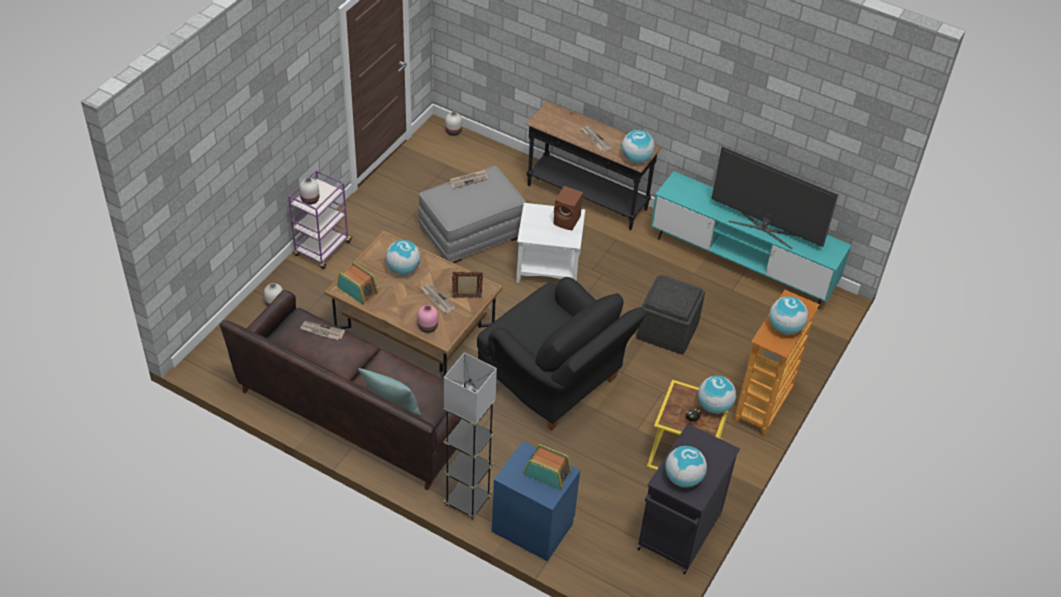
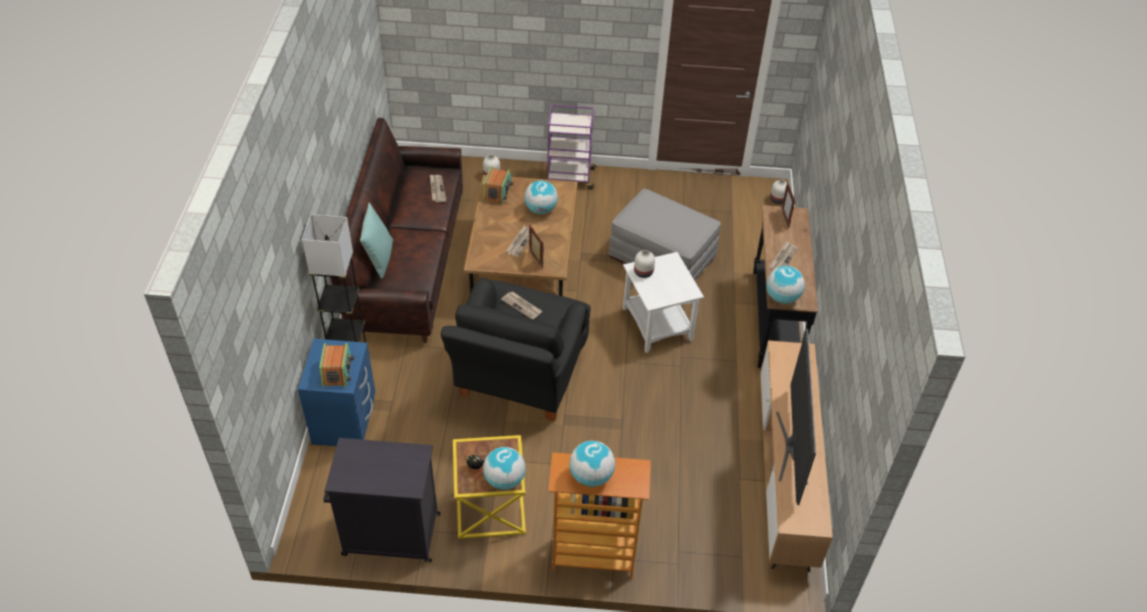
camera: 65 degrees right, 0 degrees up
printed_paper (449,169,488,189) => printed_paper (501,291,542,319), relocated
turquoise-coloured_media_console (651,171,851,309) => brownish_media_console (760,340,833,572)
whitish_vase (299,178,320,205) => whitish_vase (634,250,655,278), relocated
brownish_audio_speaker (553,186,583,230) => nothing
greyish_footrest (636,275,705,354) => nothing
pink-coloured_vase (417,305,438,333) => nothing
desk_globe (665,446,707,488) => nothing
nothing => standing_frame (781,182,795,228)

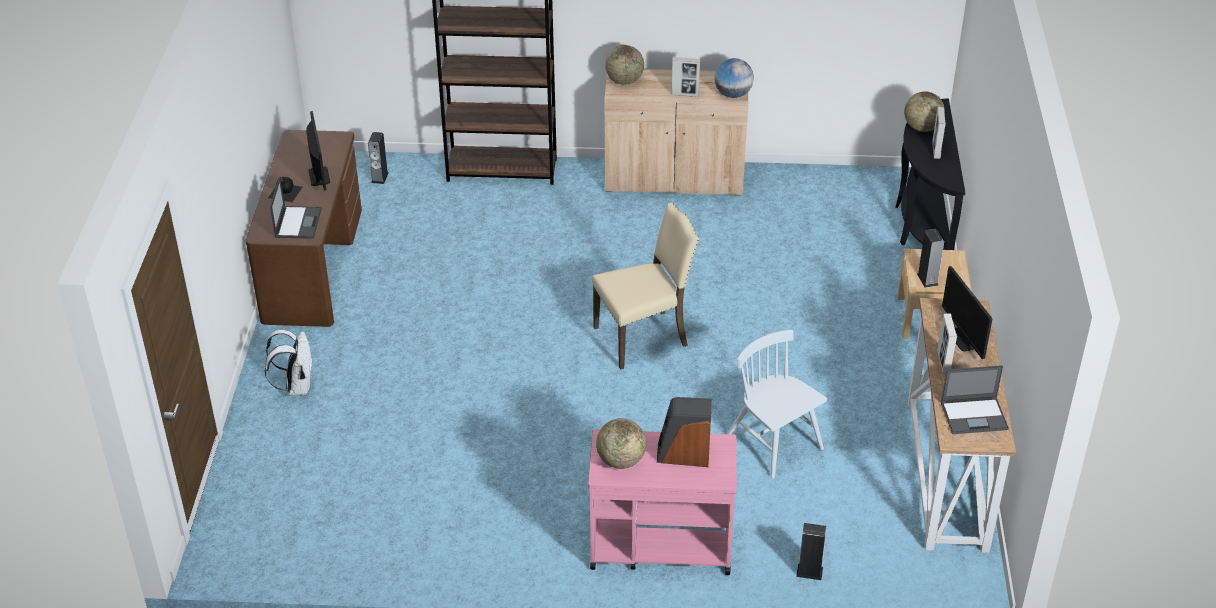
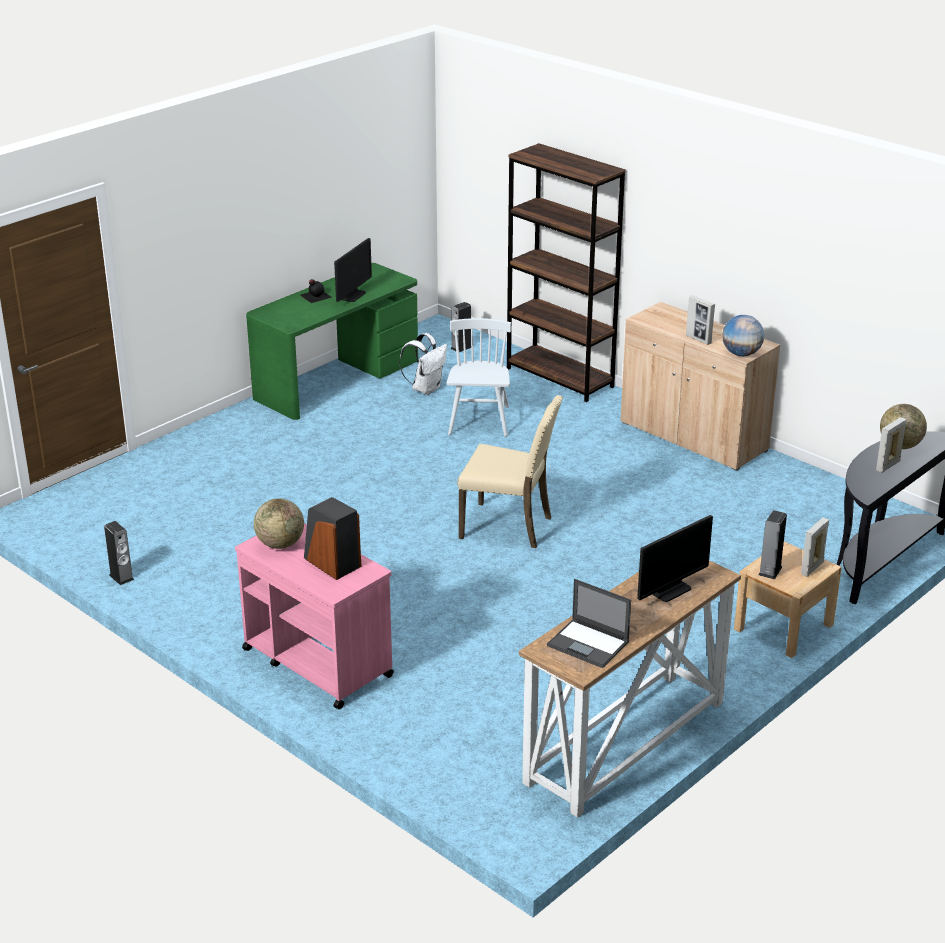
camera: 40 degrees right, 10 degrees down
desk_globe (605,45,644,85) => nothing
brownish_desk_table (245,130,362,327) => green_desk_table (246,263,418,420)
portable_computer (270,176,322,239) => nothing
computer_display (942,266,992,359) => computer_display (637,515,713,602), 150 degrees counterclockwise
standing_frame (937,314,957,374) => standing_frame (801,518,829,577), relocated
whitish_rucksack (265,330,314,396) => whitish_rucksack (399,333,447,395), relocated
whitish_upright_chair (727,330,827,479) => whitish_upright_chair (447,318,511,437), relocated
audio_speaker (796,523,826,580) => audio_speaker (104,521,134,585), relocated

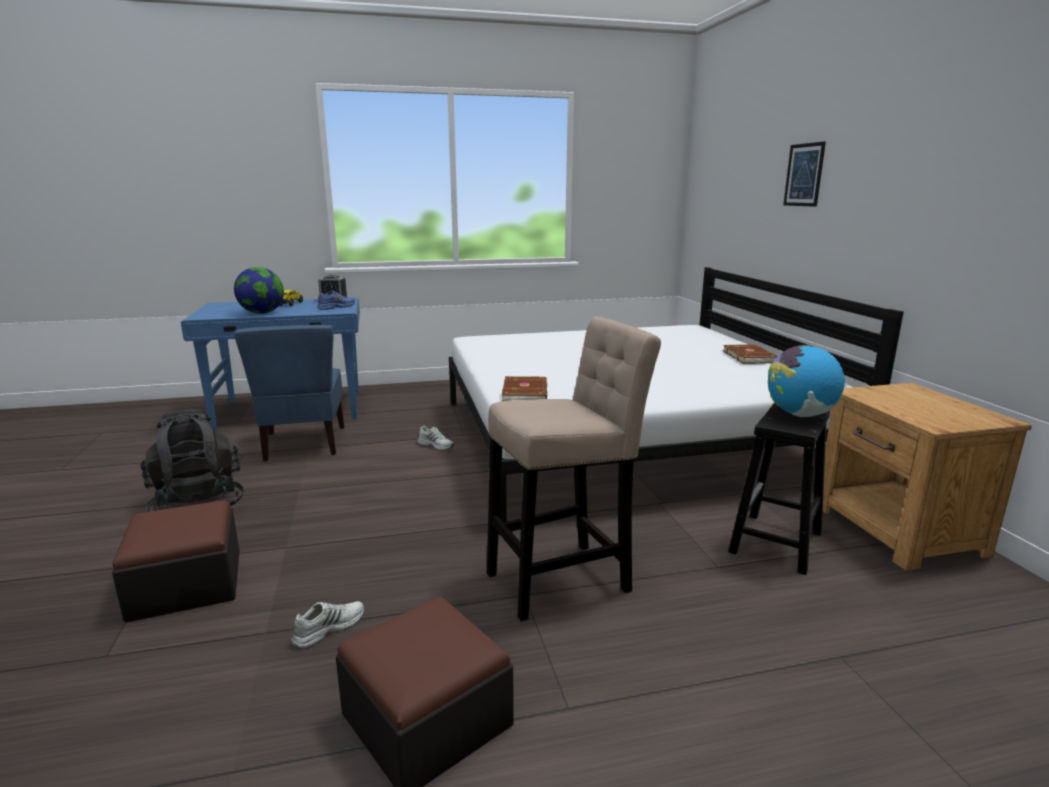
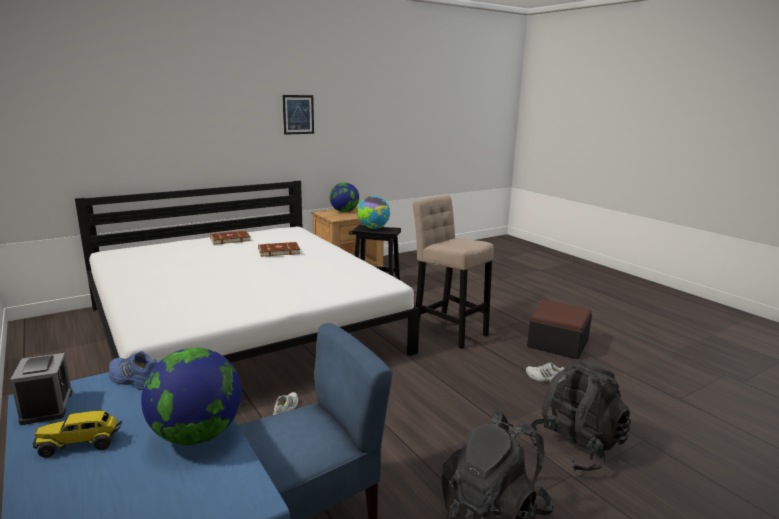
camera: 110 degrees left, 0 degrees up
wall_picture (783,141,826,207) => wall_picture (282,95,314,135), relocated
brownish_book (502,376,547,401) => brownish_book (258,242,300,257), relocated
footrest (112,500,240,623) => black-coloured_rucksack (529,360,631,471)
nothing => desk_globe (330,182,359,212)

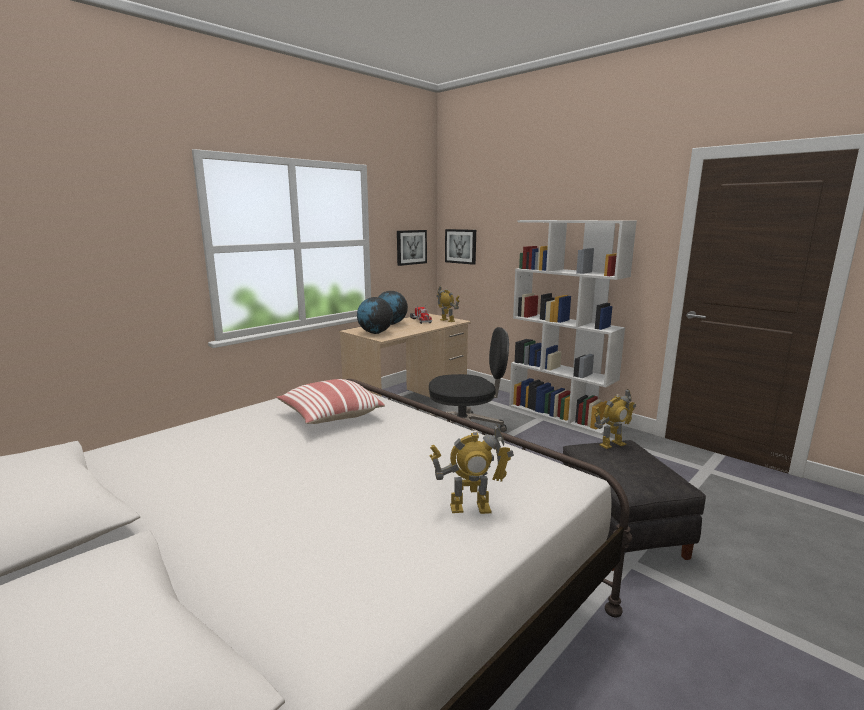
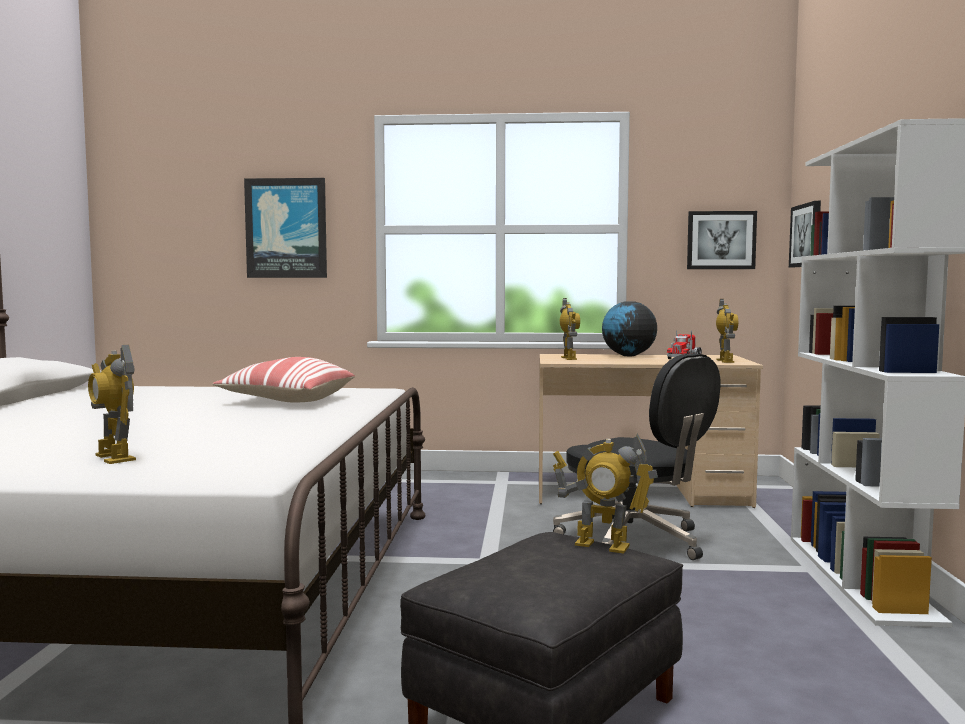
camera: 50 degrees right, 10 degrees down
desk_globe (357,297,393,334) => toy_robot (560,298,580,360)
nothing => wall_picture (244,178,327,278)

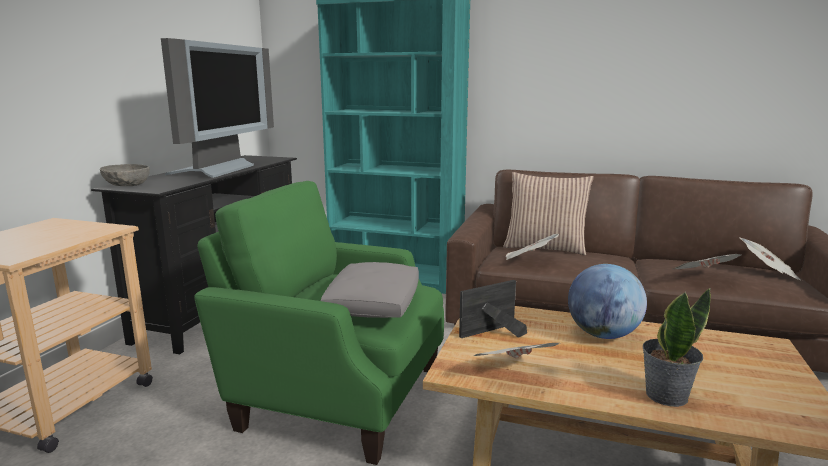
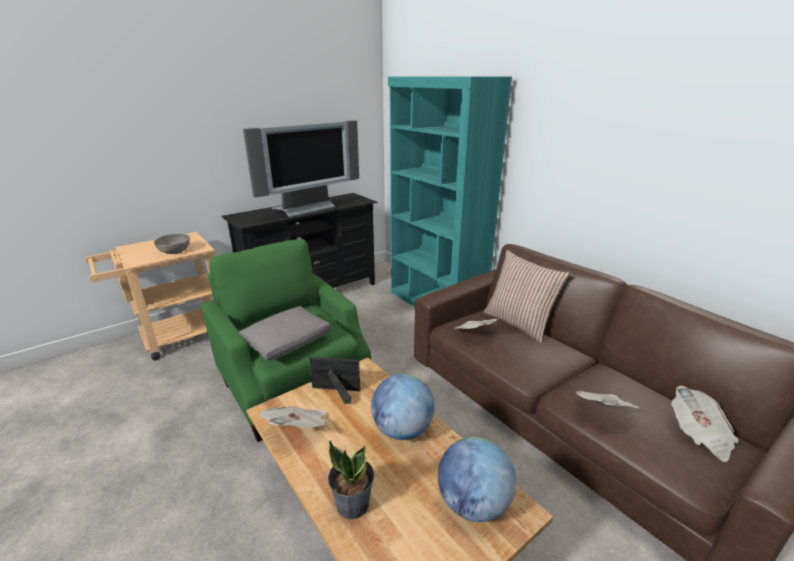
camera: 35 degrees right, 10 degrees up
greyish_bowl (100,164,150,186) => greyish_bowl (154,234,190,254), relocated
nothing => desk_globe (438,437,516,522)

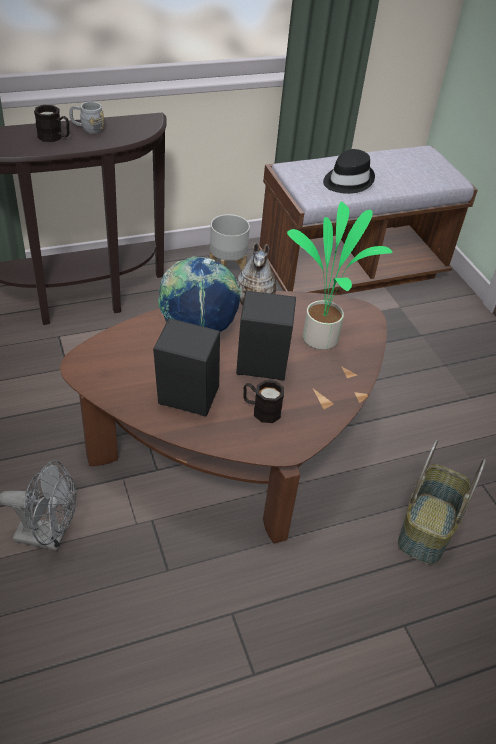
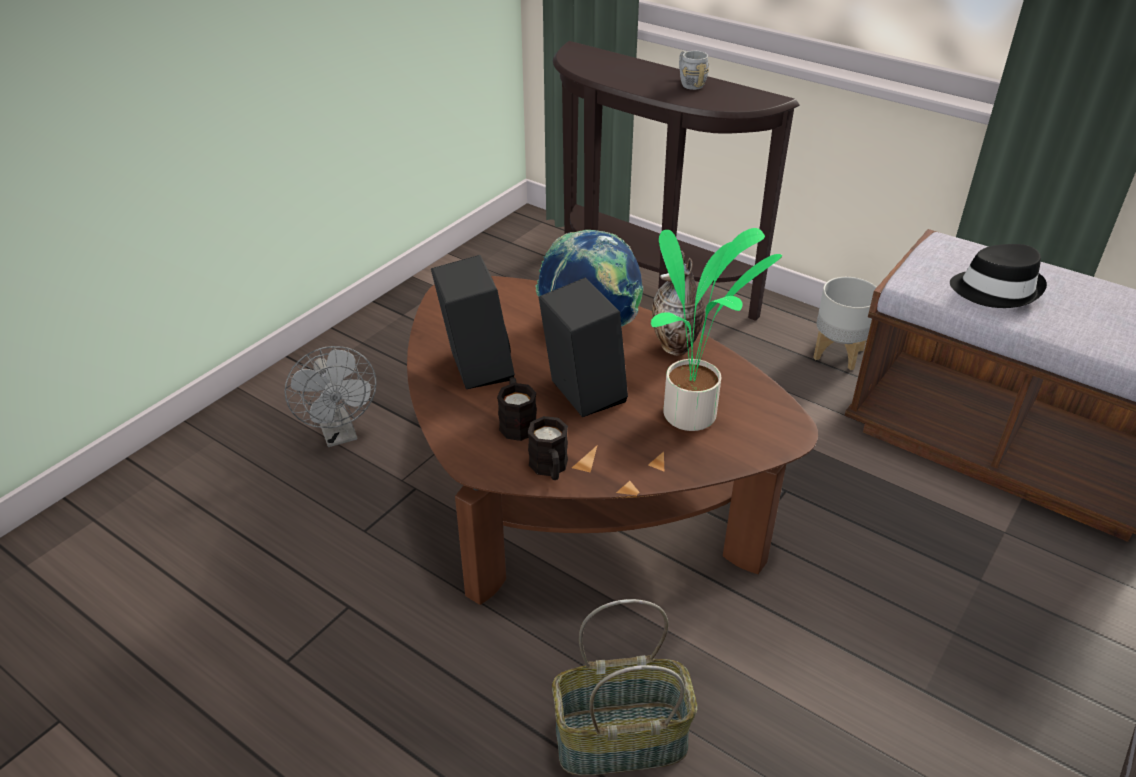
camera: 60 degrees right, 5 degrees down
black-coloured_tea_mug (34,105,69,142) => black-coloured_tea_mug (528,416,568,480), relocated

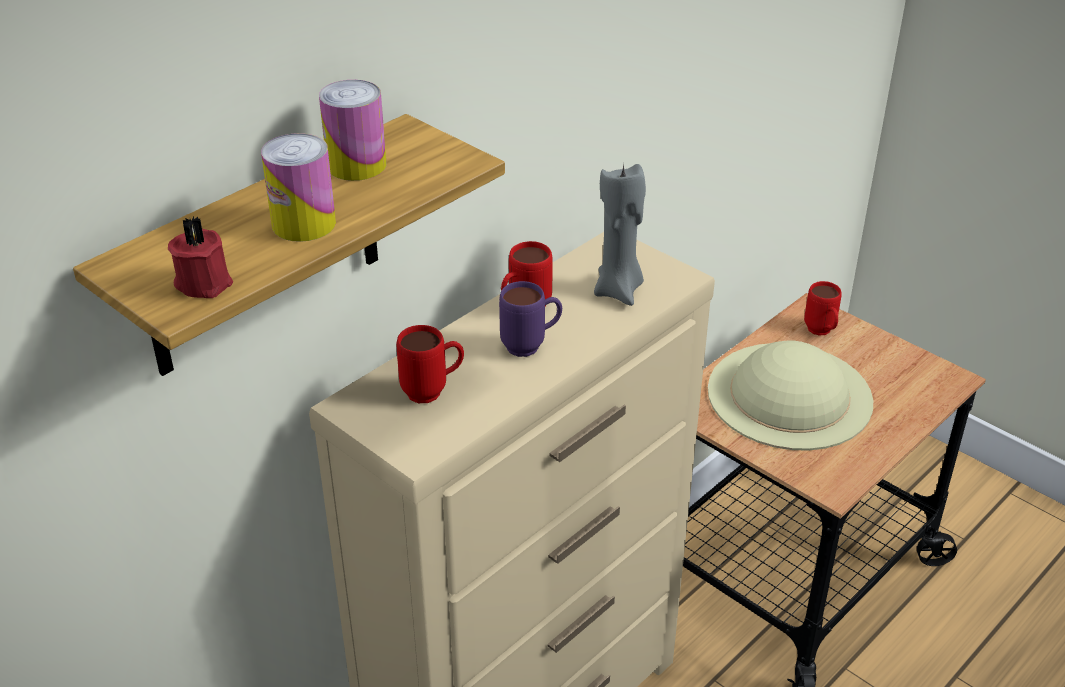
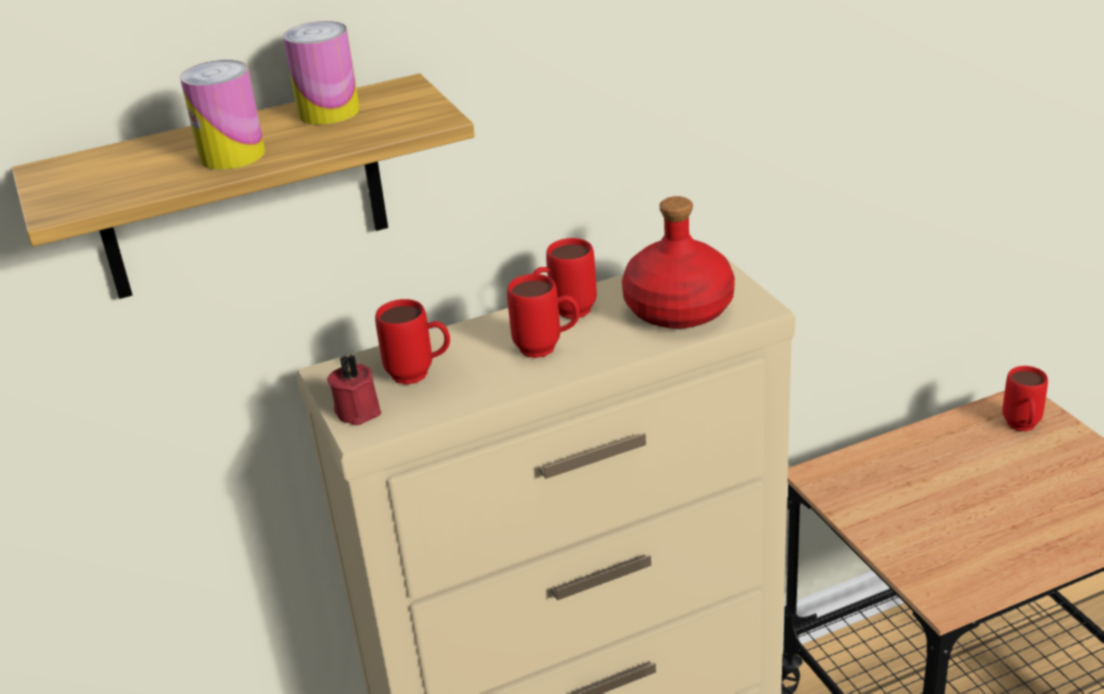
camera: 25 degrees right, 5 degrees down
greyish_candle (594,163,646,306) => red_drink_bottle (622,196,735,329)
red_candle (168,217,233,298) => red_candle (327,354,381,425), relocated
purplish_tea_mug (499,281,562,357) => red_tea_mug (507,274,580,358)
sand-coloured_clothing_hat (708,341,873,451) => nothing

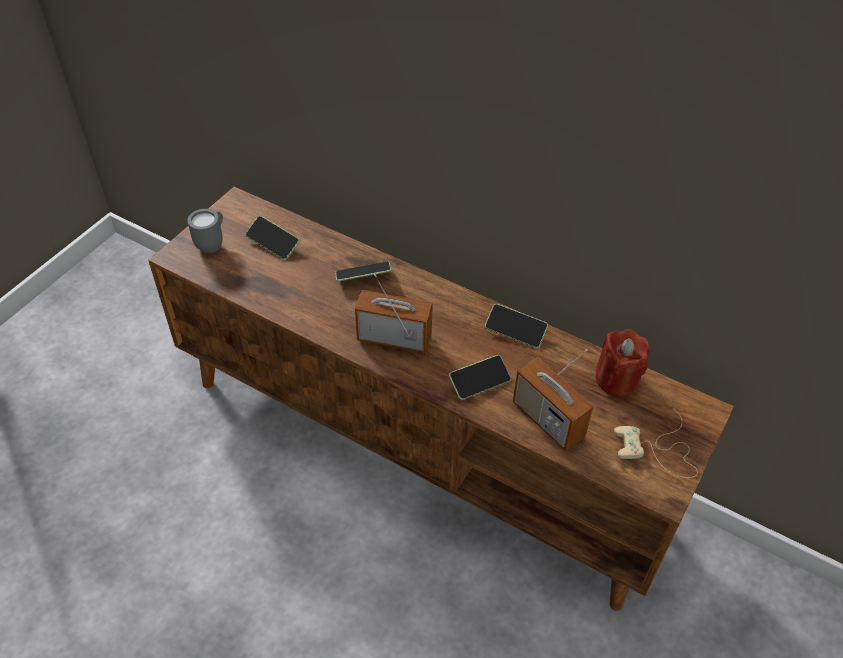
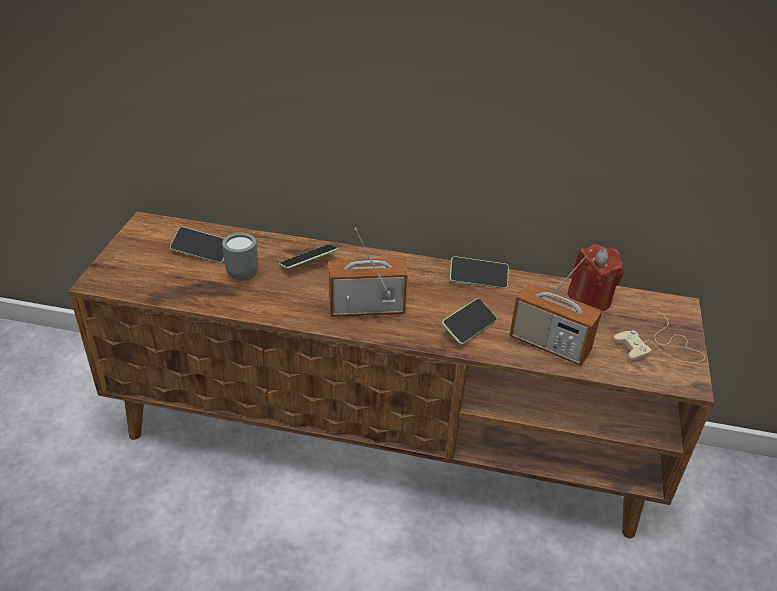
camera: 20 degrees left, 10 degrees down
greyish_tea_mug (187,209,223,253) => greyish_tea_mug (222,233,258,281), relocated

